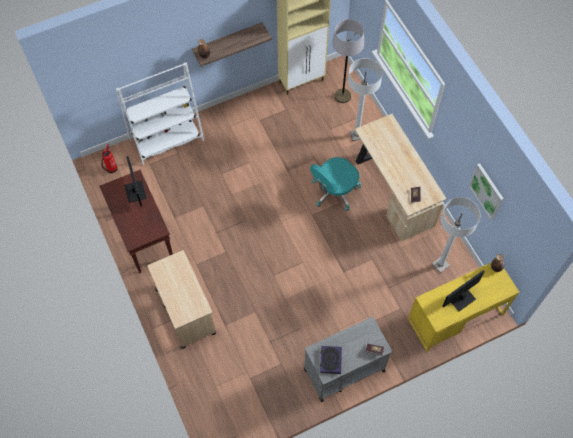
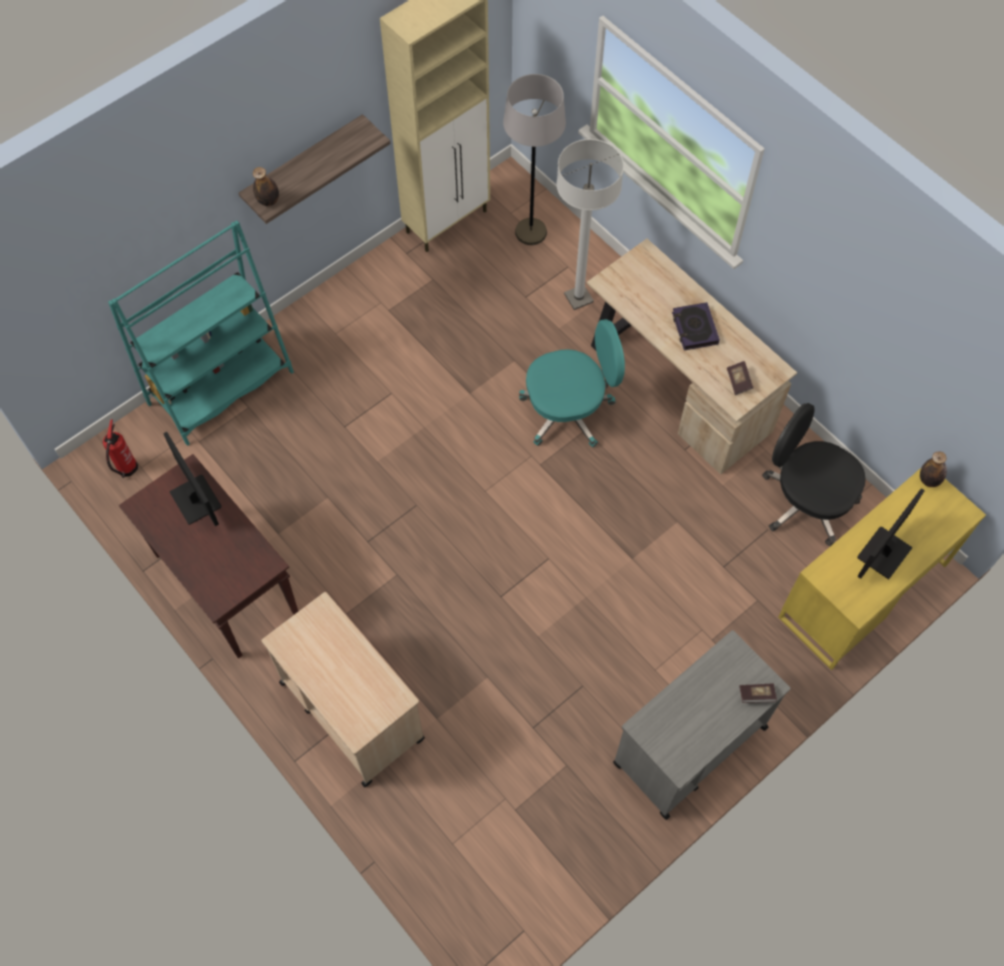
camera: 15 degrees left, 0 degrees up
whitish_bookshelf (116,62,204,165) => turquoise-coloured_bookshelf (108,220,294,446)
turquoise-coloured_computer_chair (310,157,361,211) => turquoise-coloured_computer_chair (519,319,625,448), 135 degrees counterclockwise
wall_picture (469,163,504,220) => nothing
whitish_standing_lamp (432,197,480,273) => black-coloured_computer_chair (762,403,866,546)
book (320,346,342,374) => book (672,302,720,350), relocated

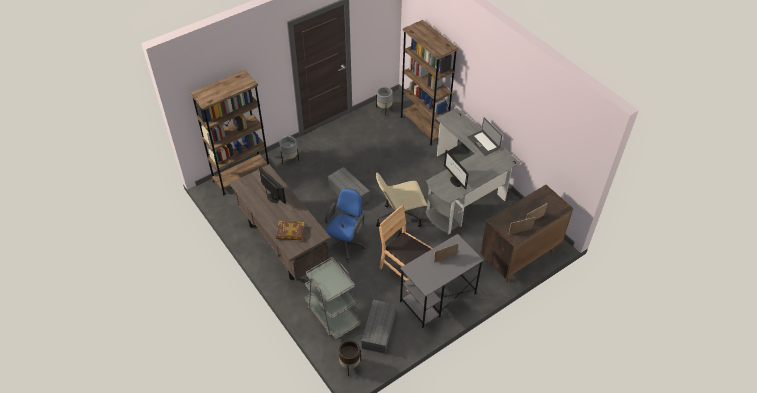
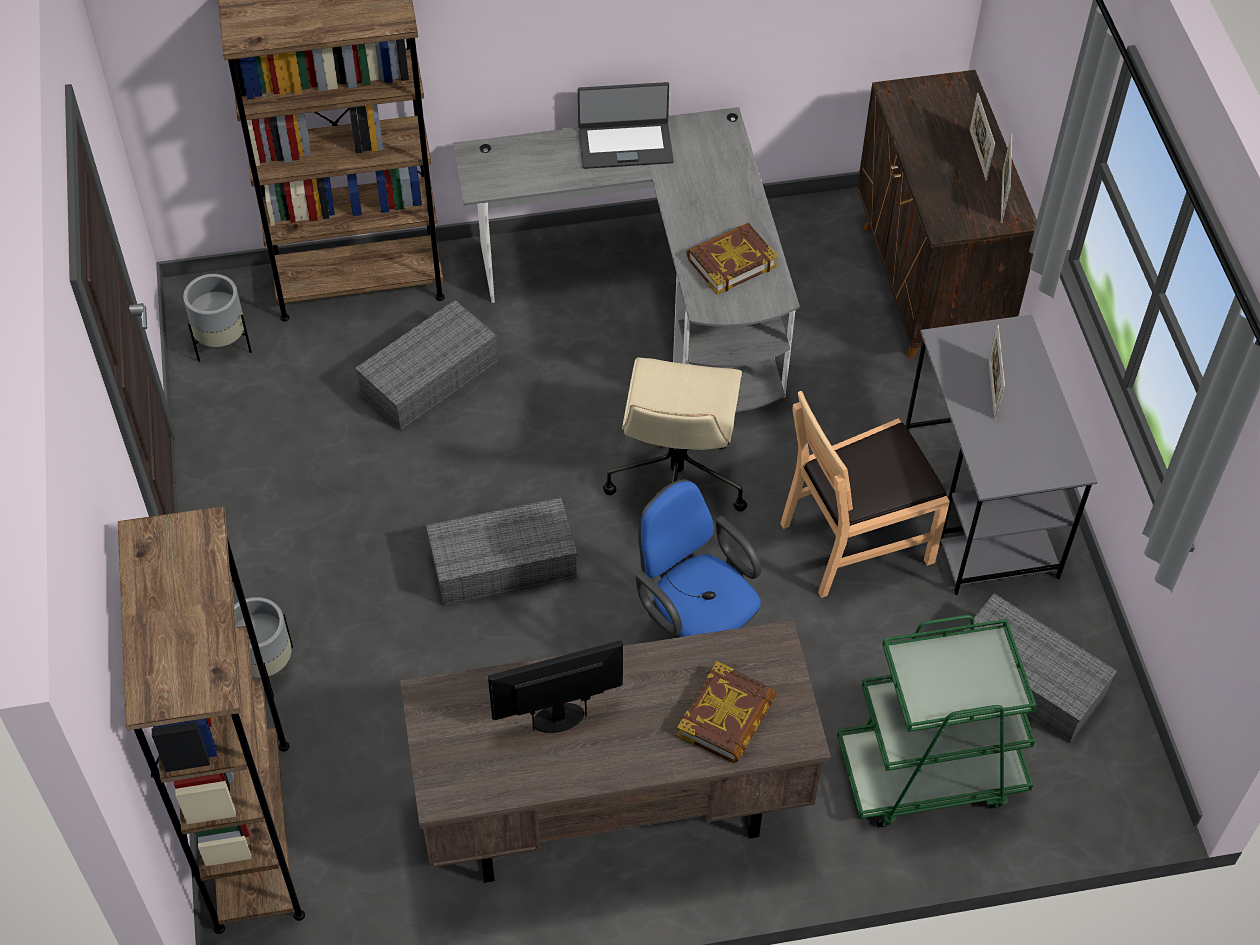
camera: 65 degrees left, 5 degrees up
computer_display (444,150,469,189) => book (686,223,778,295)
greyish_cart (305,257,361,340) => green_cart (837,615,1036,827)
brownish_planter (339,340,361,376) => nothing
nothing => greyish_storage_box (355,300,498,431)

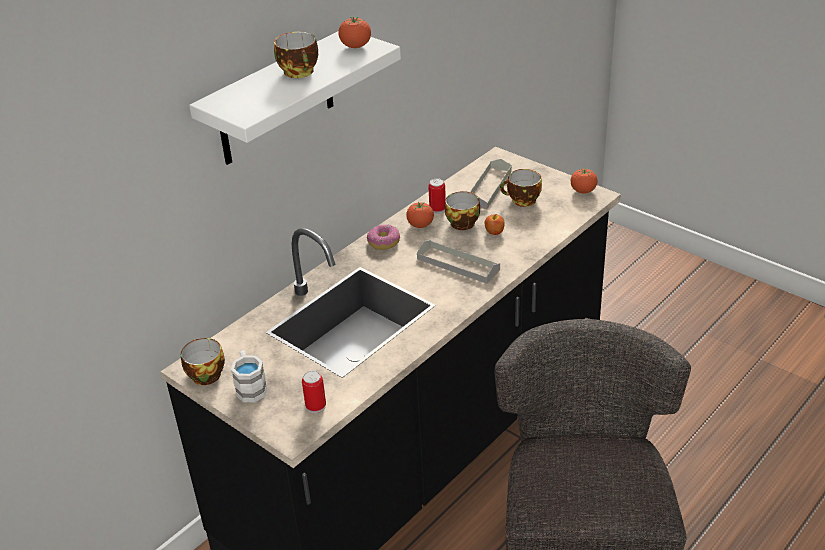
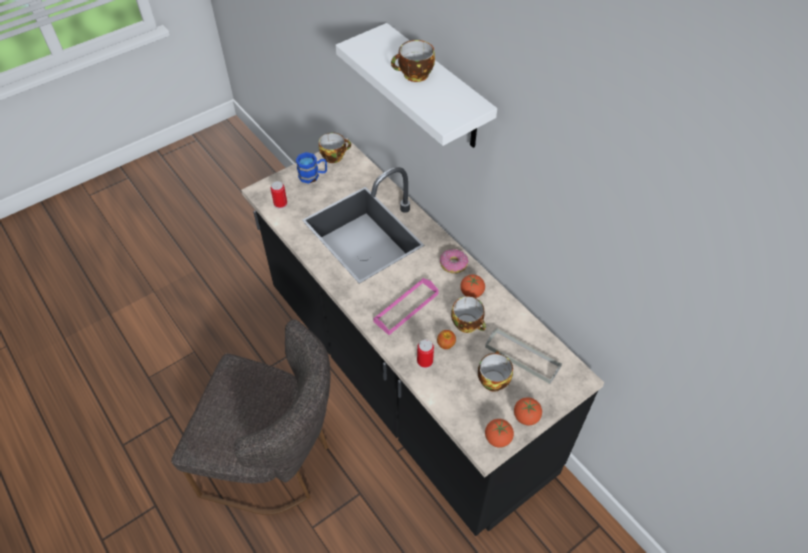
camera: 100 degrees right, 15 degrees up
whole_tomato (338,17,371,48) => whole_tomato (514,397,542,425), relocated
can (428,178,446,214) => can (417,339,434,369), relocated
greyish_carrying_tray (417,240,500,284) => pink-coloured_carrying_tray (373,278,439,335)
whitish_tea_mug (231,350,267,402) => blue-coloured_tea_mug (296,152,327,184)

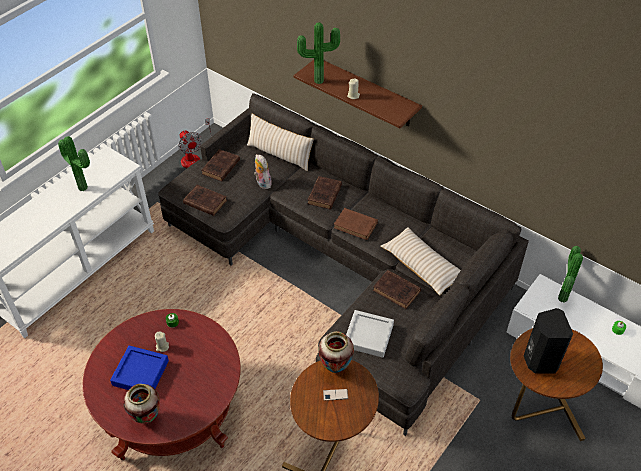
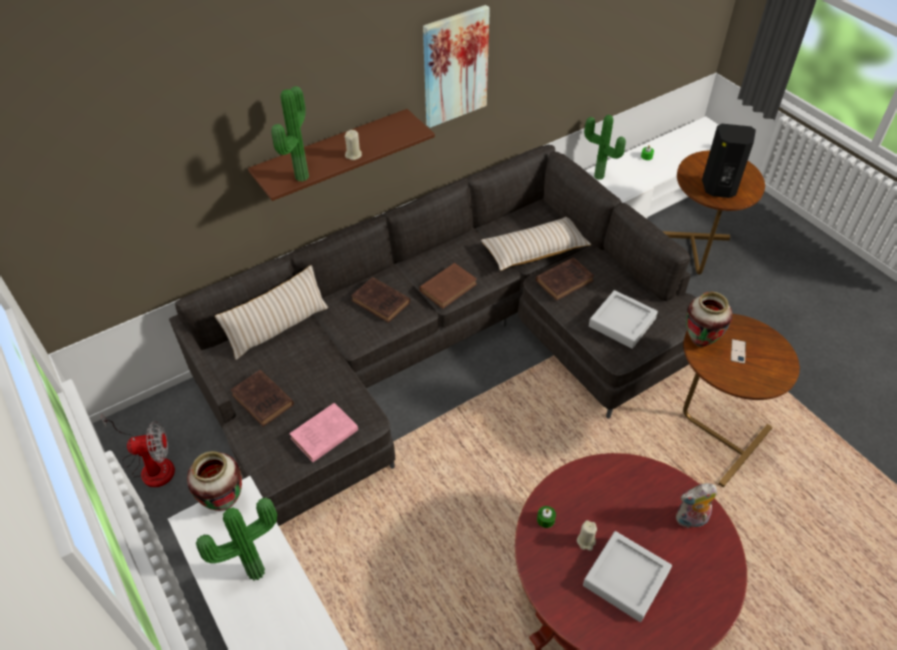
camera: 70 degrees left, 0 degrees up
plush_toy (254,154,273,189) => plush_toy (676,483,717,528), relocated
brownish_book (183,185,227,216) => pink-coloured_book (289,403,358,462)
blue-coloured_carrying_tray (110,346,169,390) => greyish_carrying_tray (583,531,672,622)
vase (124,384,160,424) => vase (187,451,242,511), relocated
nothing => wall_picture (423,5,490,128)

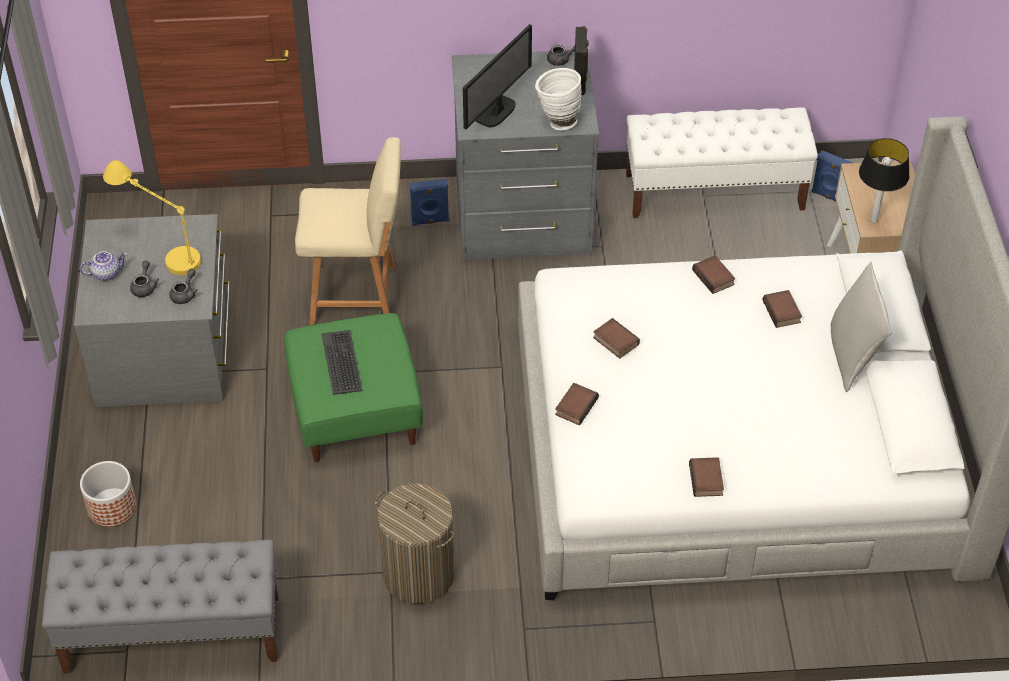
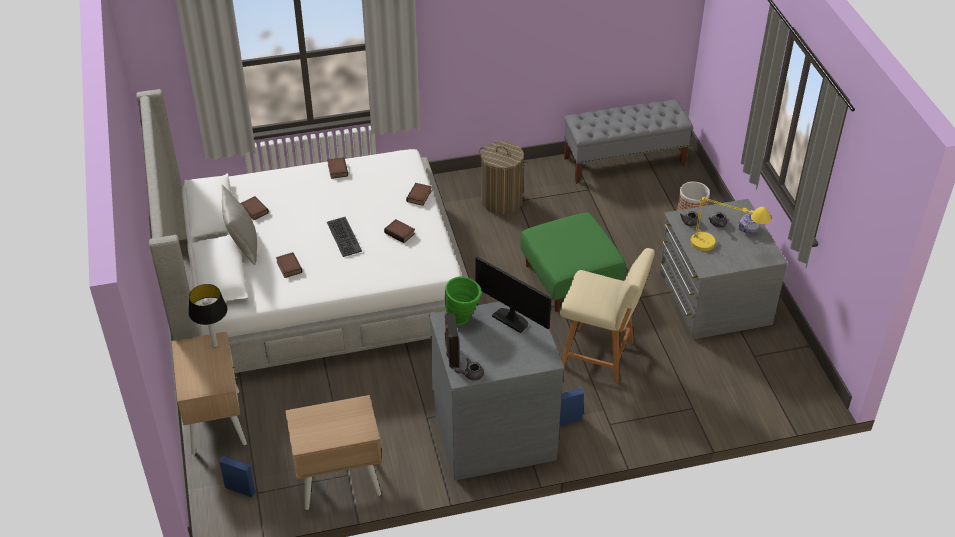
camera: 170 degrees right, 5 degrees down
computer_display (463,24,532,129) => computer_display (476,256,551,333), 105 degrees clockwise
whitish_vase (535,68,581,130) => green_vase (445,276,481,325)
whitish_indoor_bench (626,108,818,218) => sand-coloured_bedside_table (285,395,382,510)
sand-coloured_upright_chair (295,137,401,325) => sand-coloured_upright_chair (560,248,655,383), 150 degrees counterclockwise
book (692,255,735,294) => book (241,196,269,220), relocated
PC_keyboard (322,330,363,395) => PC_keyboard (327,217,362,257), relocated

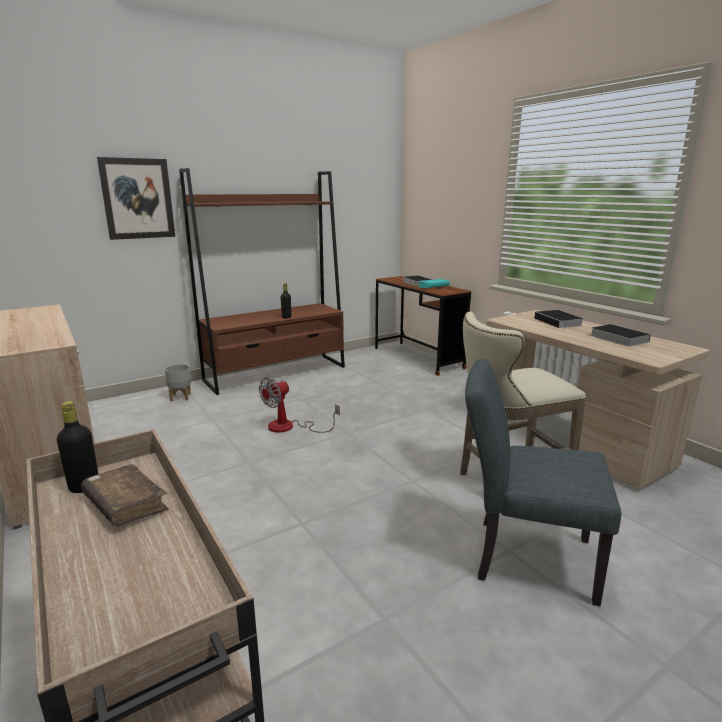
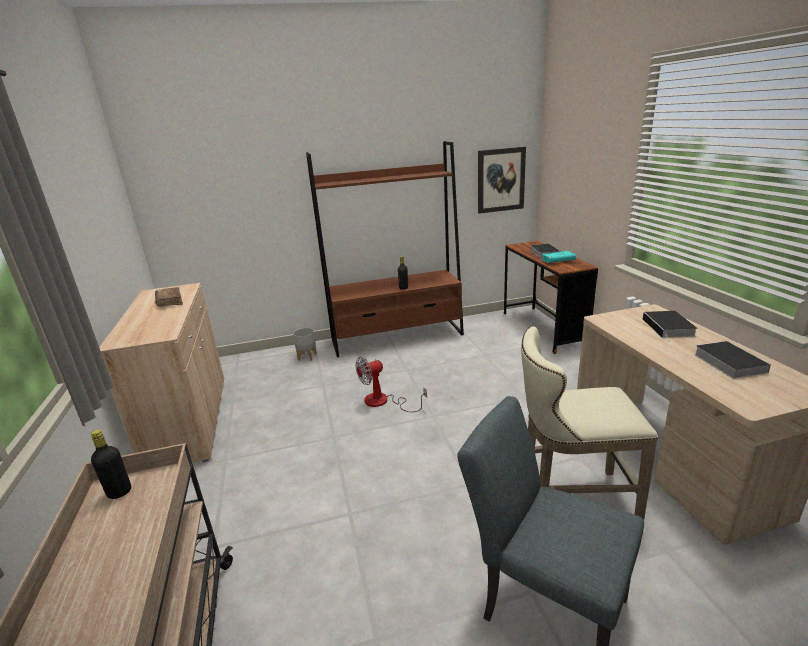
camera: 20 degrees right, 5 degrees up
wall_picture (97,157,175,240) => wall_picture (478,147,526,214), relocated
brownish_book (81,464,169,527) => brownish_book (155,287,183,307), relocated

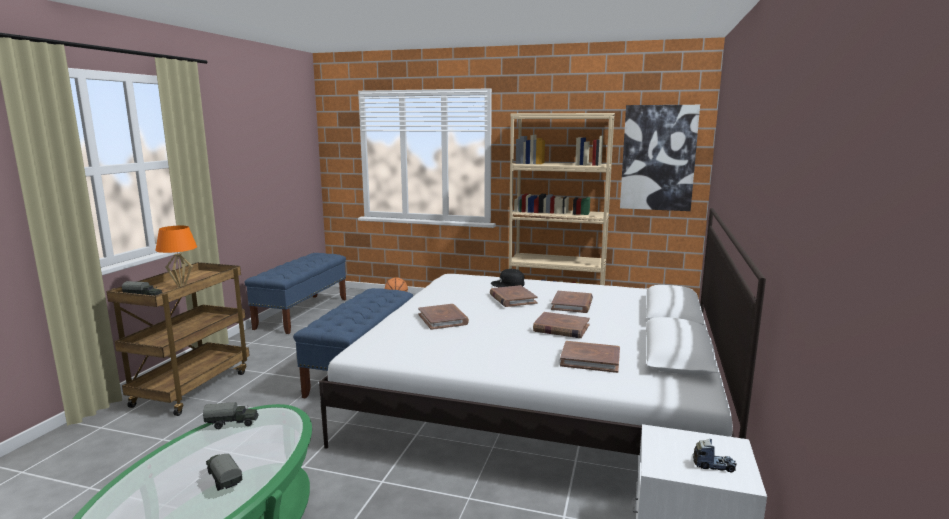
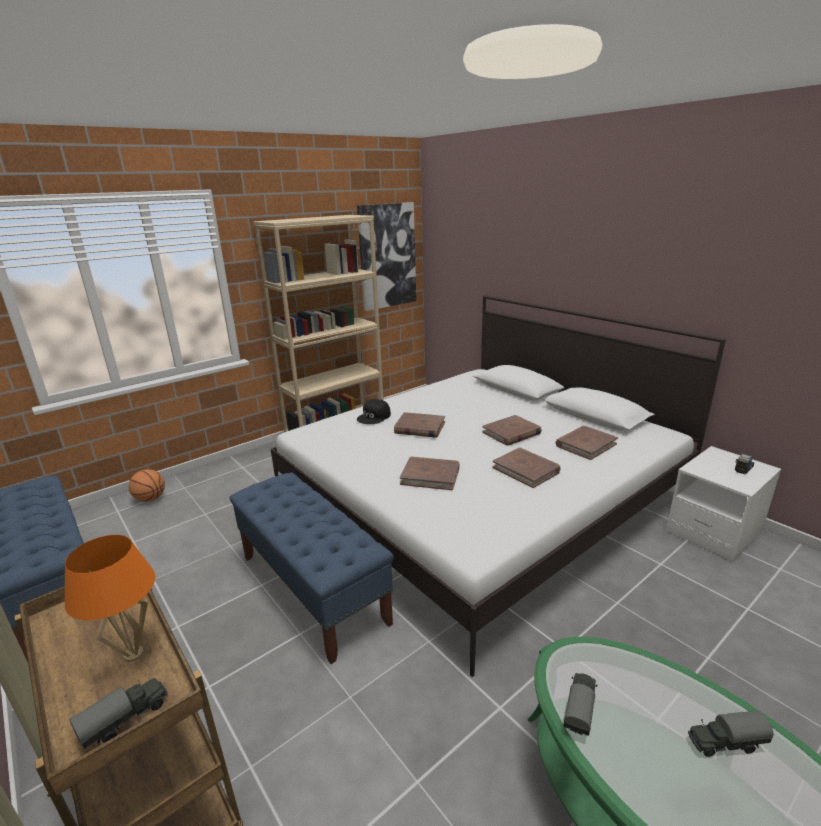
camera: 55 degrees left, 10 degrees up
brownish_book (551,291,593,313) => brownish_book (492,448,560,488), relocated

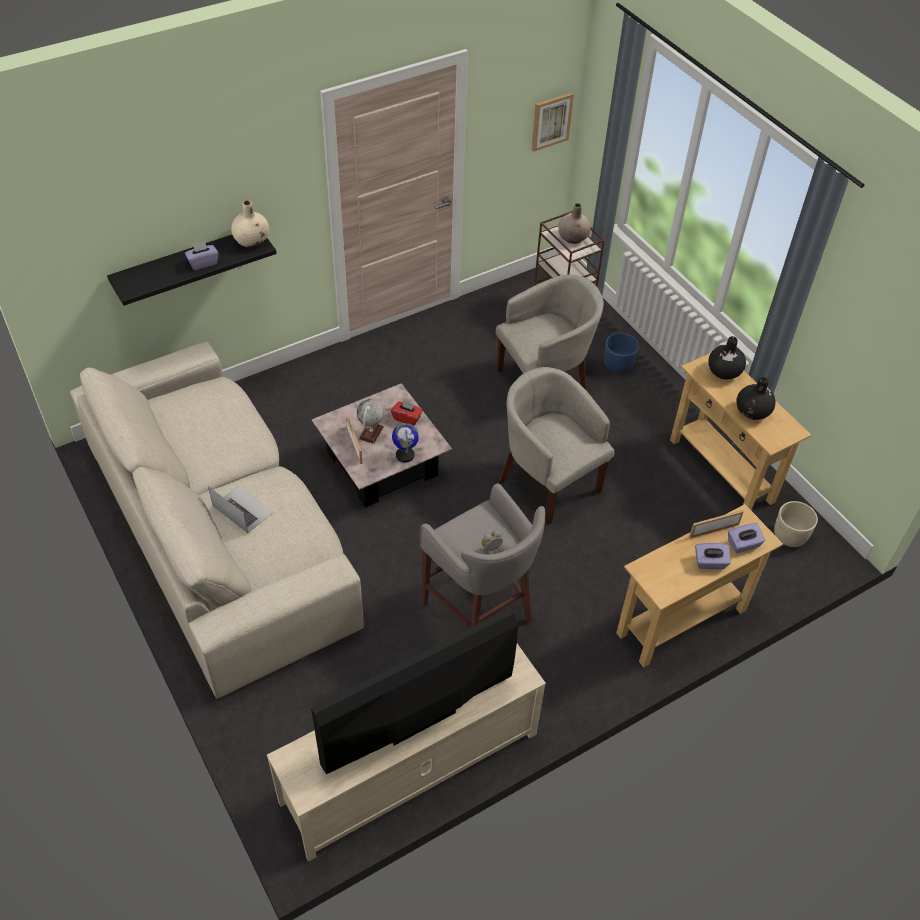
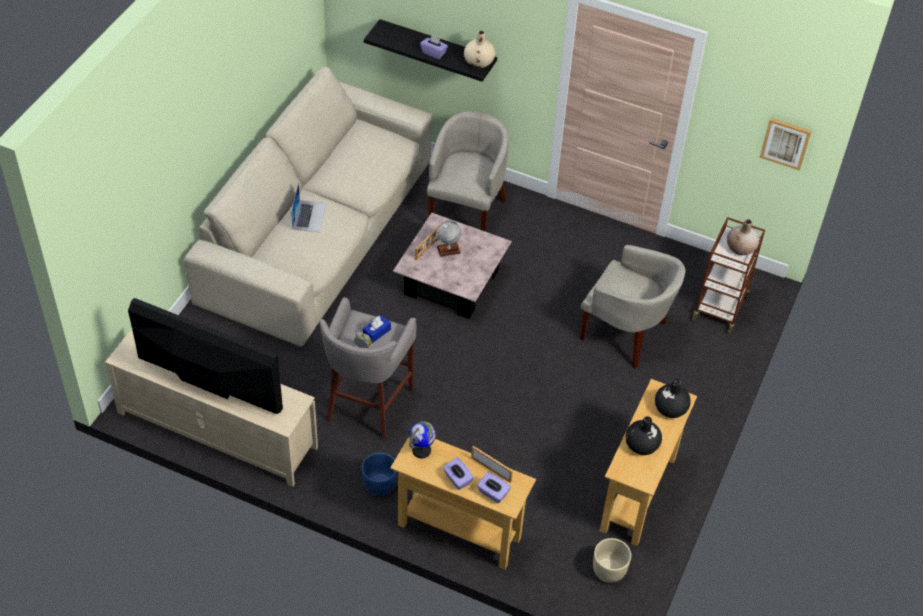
camera: 55 degrees right, 0 degrees up
blue-coloured_planter (604,333,639,373) => blue-coloured_planter (362,453,397,496), relocated
sand-coloured_lounge_chair (499,367,614,525) => sand-coloured_lounge_chair (427,111,509,232), relocated
red_tissue_holder (391,400,423,426) => nothing
desk_globe (392,423,419,463) => desk_globe (409,421,436,459), relocated
nothing => blue-coloured_tissue_holder (363,315,391,343)

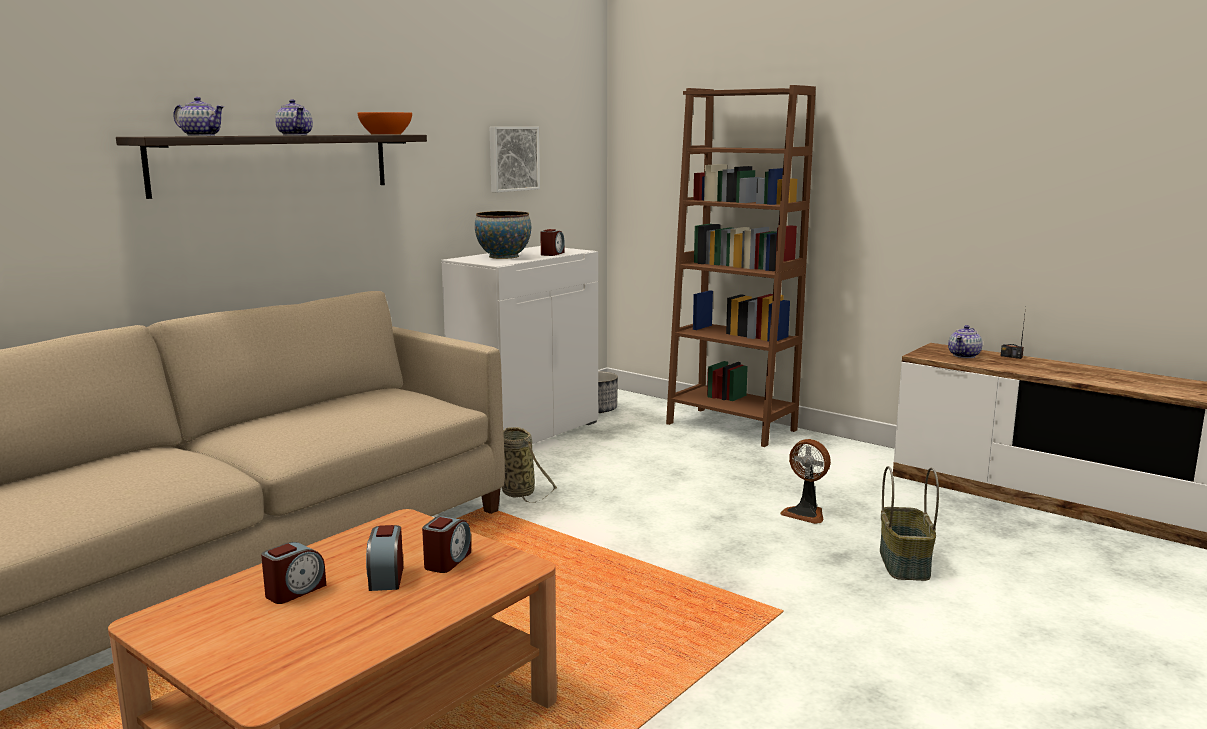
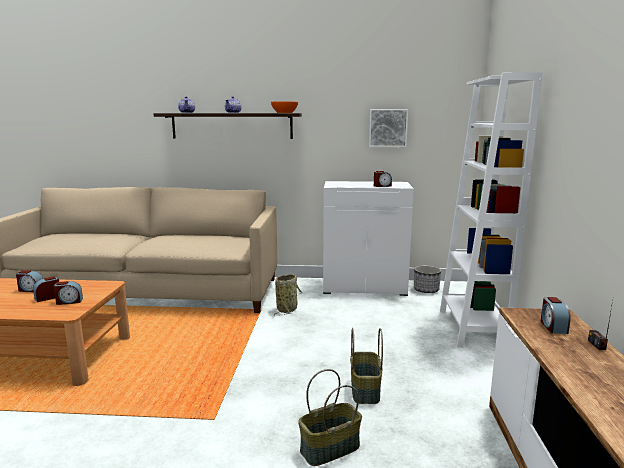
camera: 55 degrees right, 0 degrees up
brownish_bookshelf (666,85,816,447) => whitish_bookshelf (440,72,543,348)
bowl (475,211,531,259) => nothing
teapot (948,325,983,358) => alarm_clock (541,297,571,334)
fan (780,439,831,524) => storage_basket (350,328,383,404)

